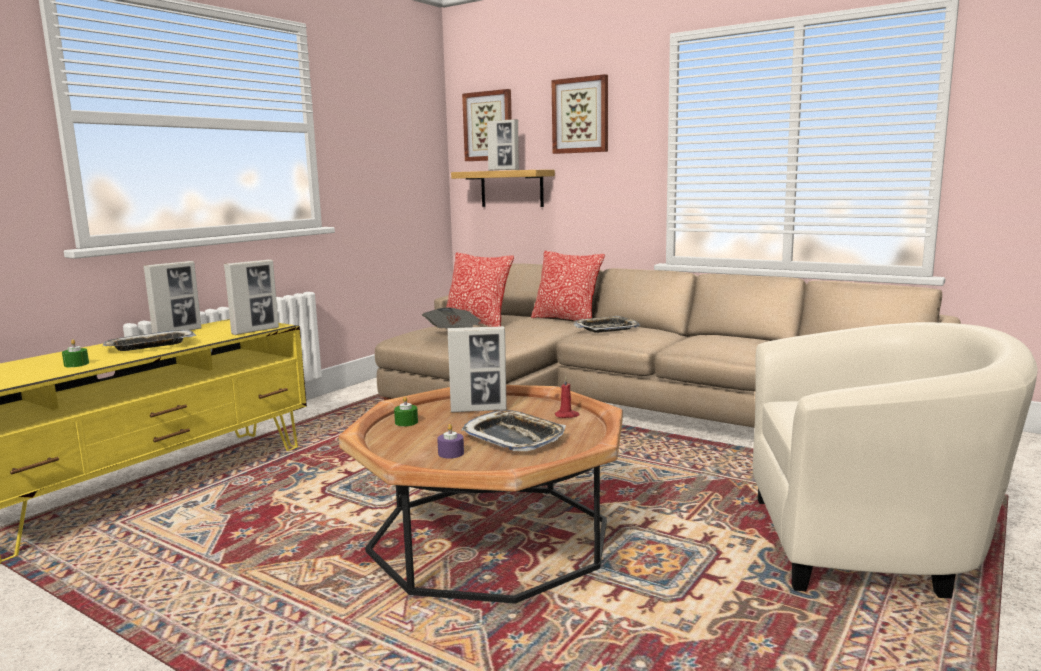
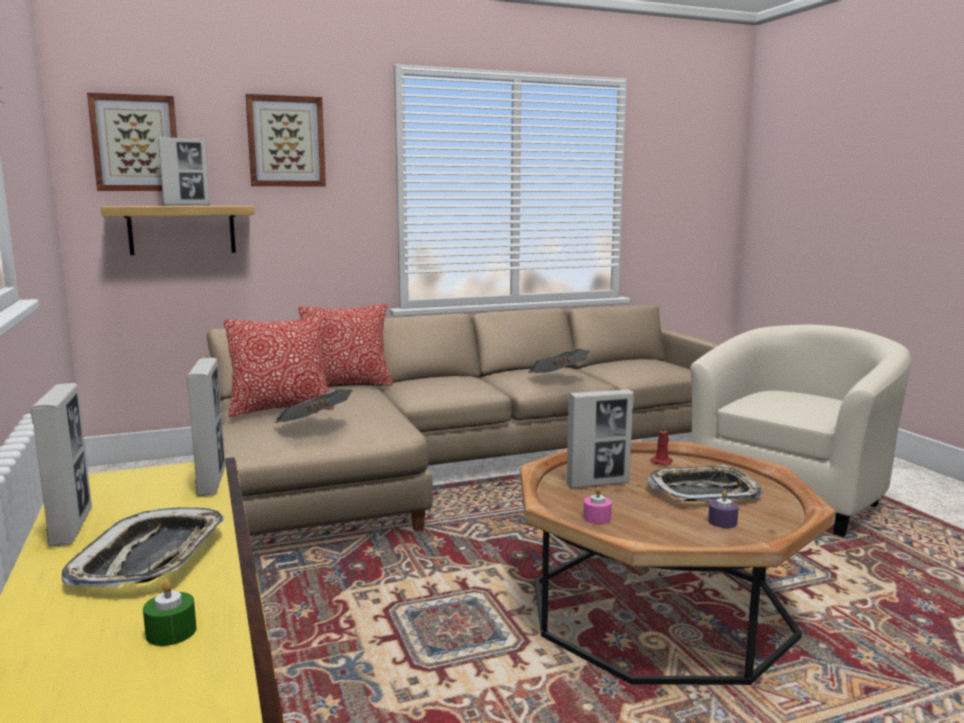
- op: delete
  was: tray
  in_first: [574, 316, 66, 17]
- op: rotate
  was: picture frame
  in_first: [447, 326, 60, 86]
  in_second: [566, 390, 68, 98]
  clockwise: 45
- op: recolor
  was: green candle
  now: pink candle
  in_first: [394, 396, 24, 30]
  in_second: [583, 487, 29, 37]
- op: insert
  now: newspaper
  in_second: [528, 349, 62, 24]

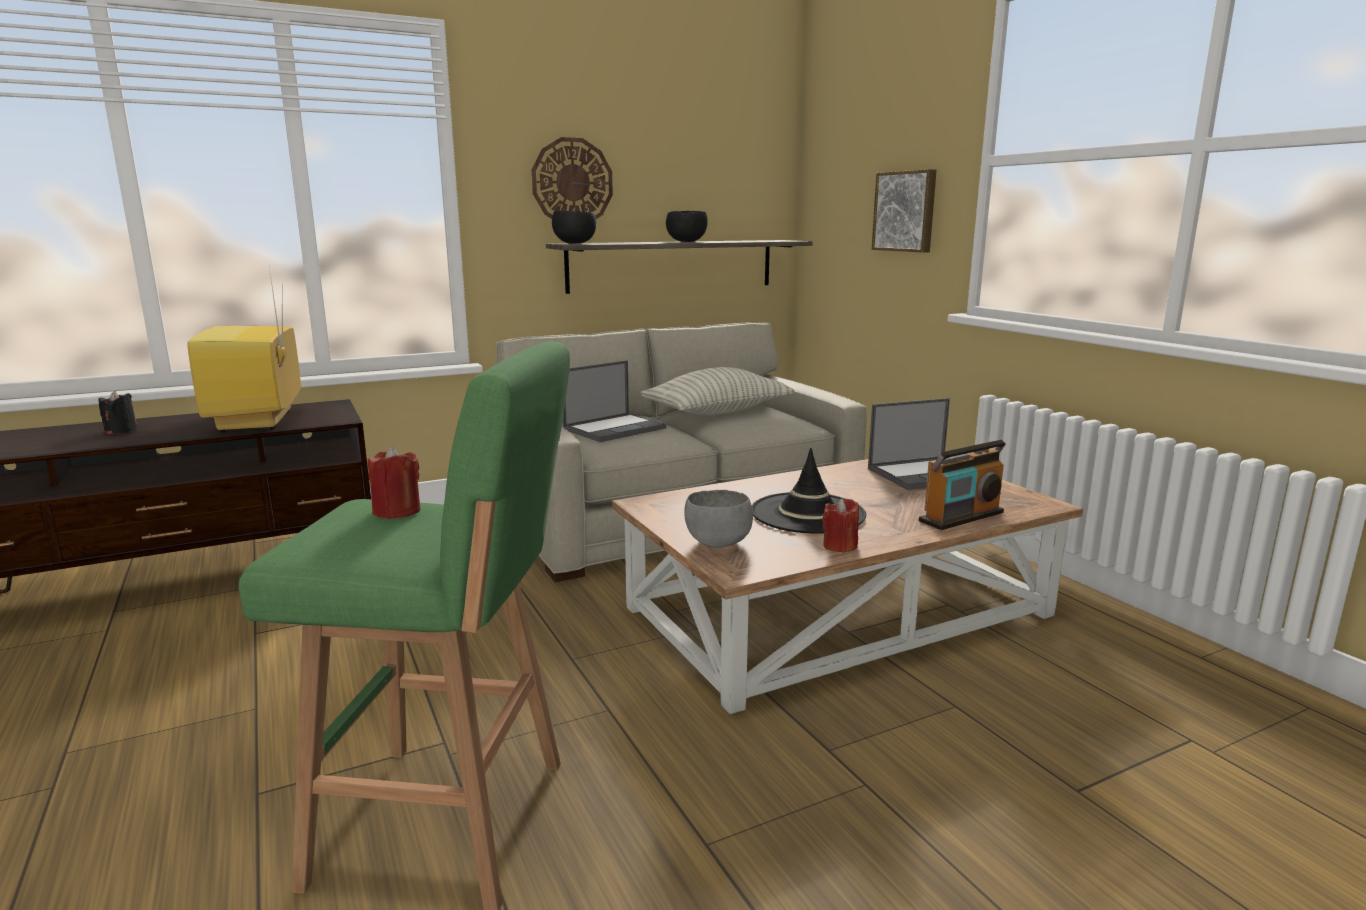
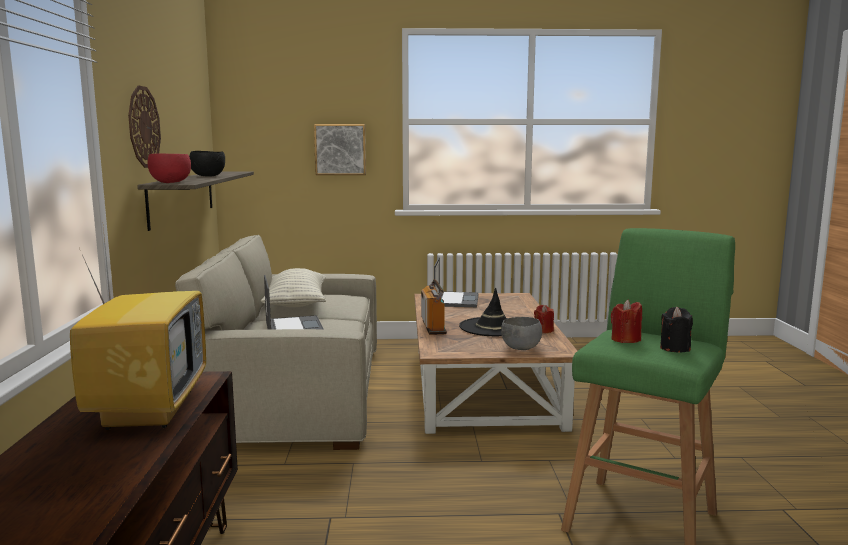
- op: recolor
  was: black bowl
  now: red bowl
  in_first: [552, 210, 44, 33]
  in_second: [148, 153, 43, 30]
- op: rotate
  was: television
  in_first: [187, 267, 114, 166]
  in_second: [70, 228, 136, 202]
  clockwise: -105
- op: move
  was: black candle
  in_first: [99, 391, 39, 43]
  in_second: [660, 307, 33, 45]
- op: move
  was: radio
  in_first: [919, 440, 87, 90]
  in_second: [421, 279, 26, 56]

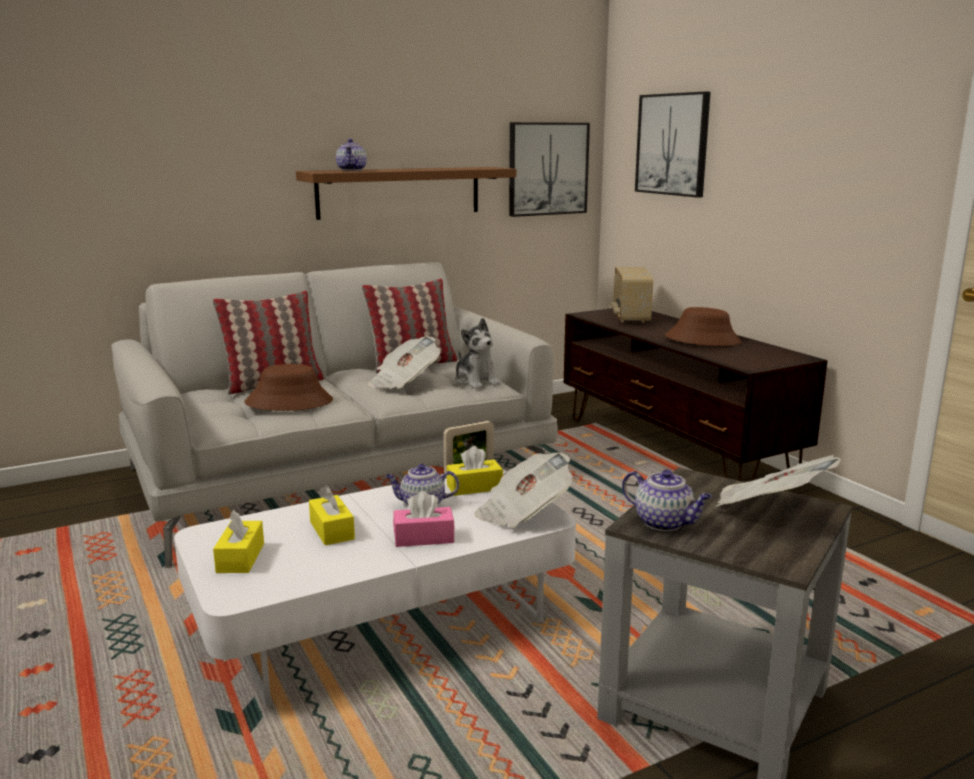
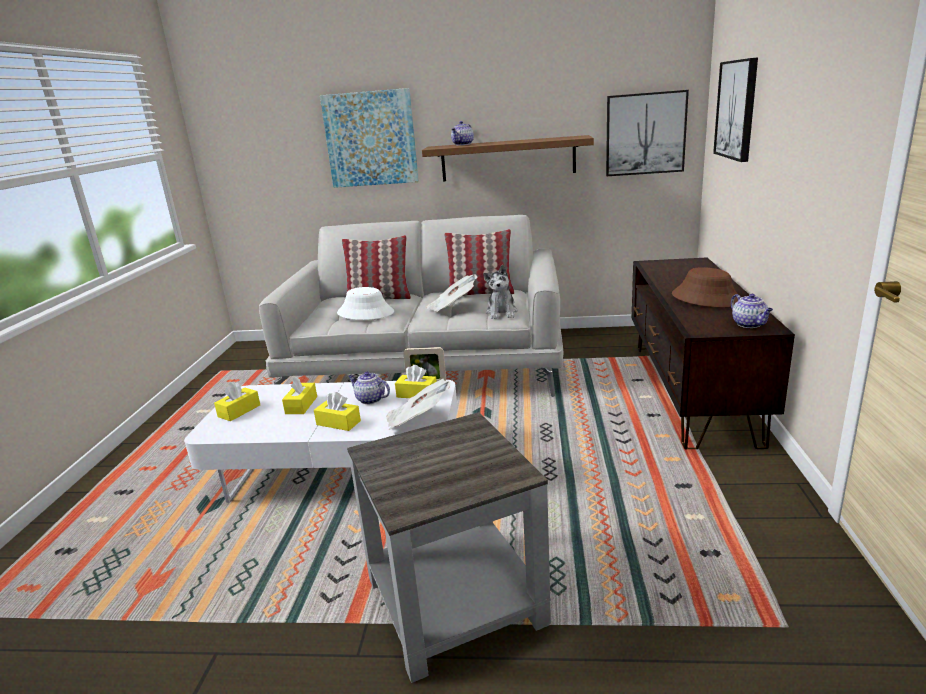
- op: delete
  was: radio
  in_first: [611, 267, 42, 56]
- op: recolor
  was: brown hat
  now: white hat
  in_first: [244, 364, 89, 47]
  in_second: [337, 287, 57, 33]
- op: delete
  was: newspaper
  in_first: [715, 455, 126, 52]
- op: move
  was: teapot
  in_first: [622, 470, 90, 61]
  in_second: [731, 294, 42, 34]
- op: recolor
  was: pink tissue box
  now: yellow tissue box
  in_first: [393, 491, 62, 56]
  in_second: [314, 392, 47, 39]
- op: insert
  now: picture
  in_second: [320, 88, 99, 100]

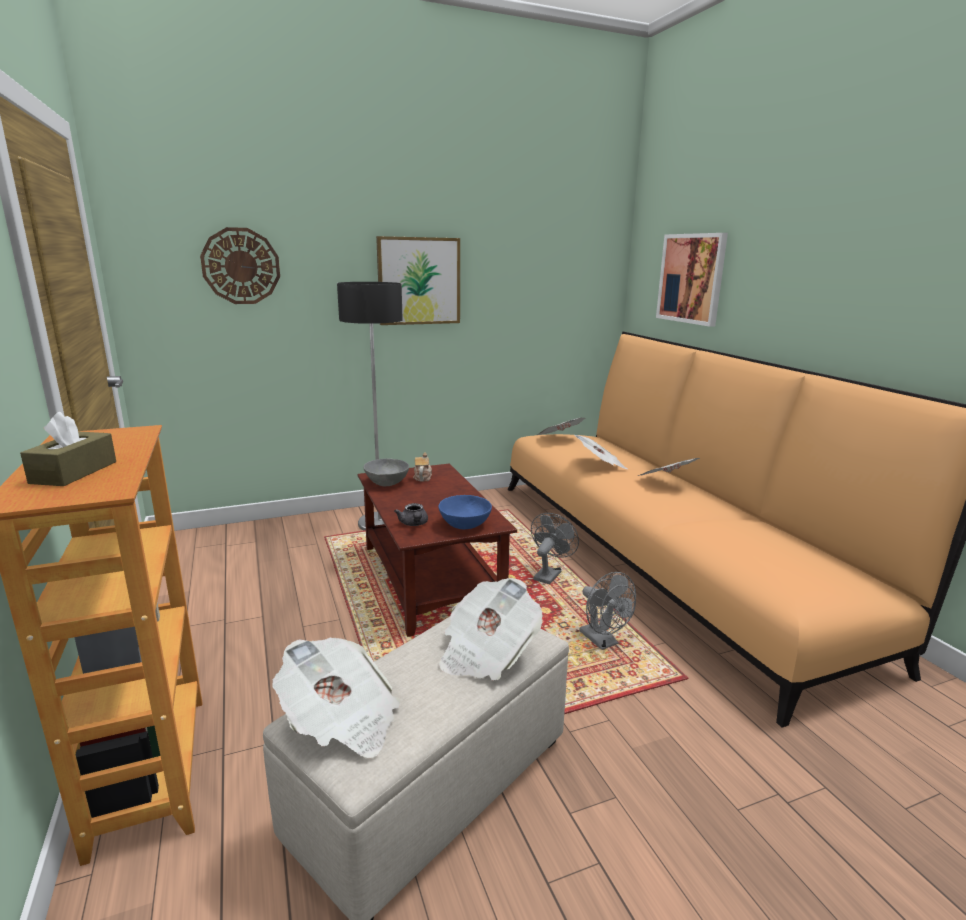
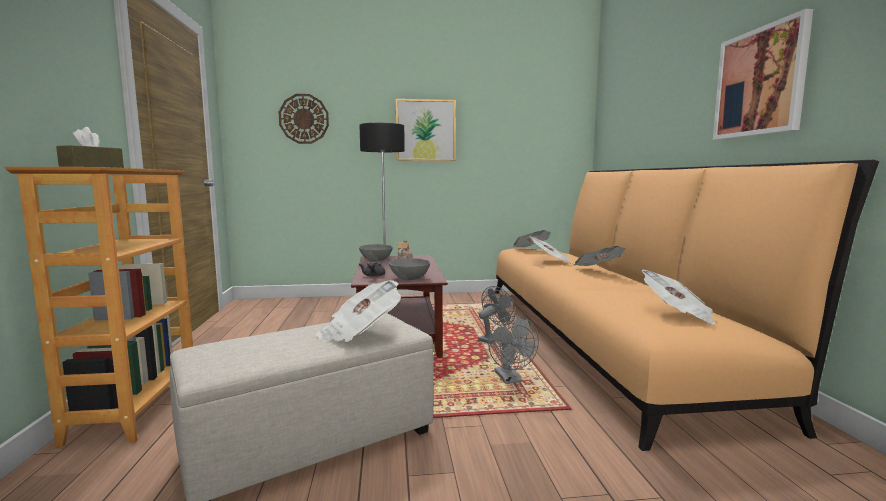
- op: move
  was: picture
  in_first: [656, 233, 72, 94]
  in_second: [713, 9, 100, 131]
- op: recolor
  was: blue bowl
  now: grey bowl
  in_first: [438, 495, 54, 34]
  in_second: [389, 258, 41, 22]
- op: move
  was: newspaper
  in_first: [273, 638, 128, 120]
  in_second: [642, 270, 73, 55]

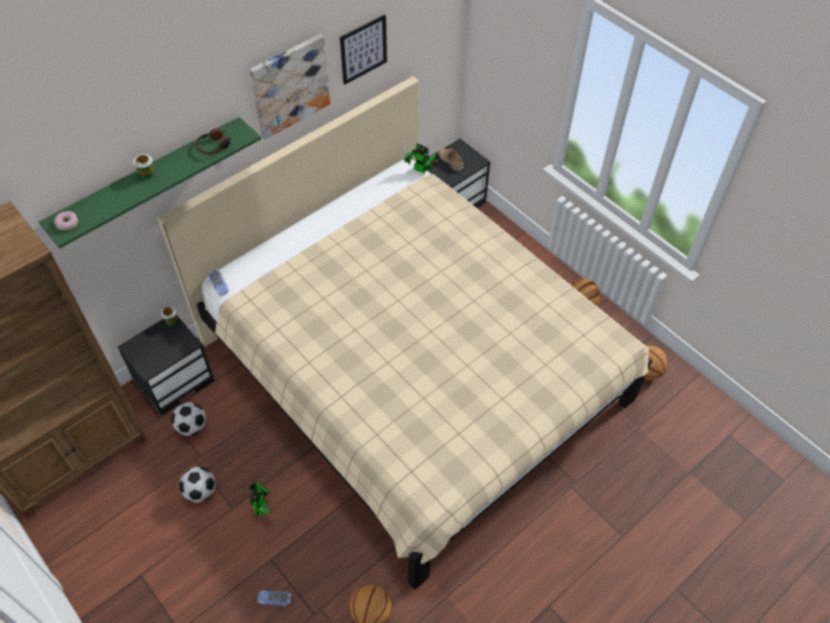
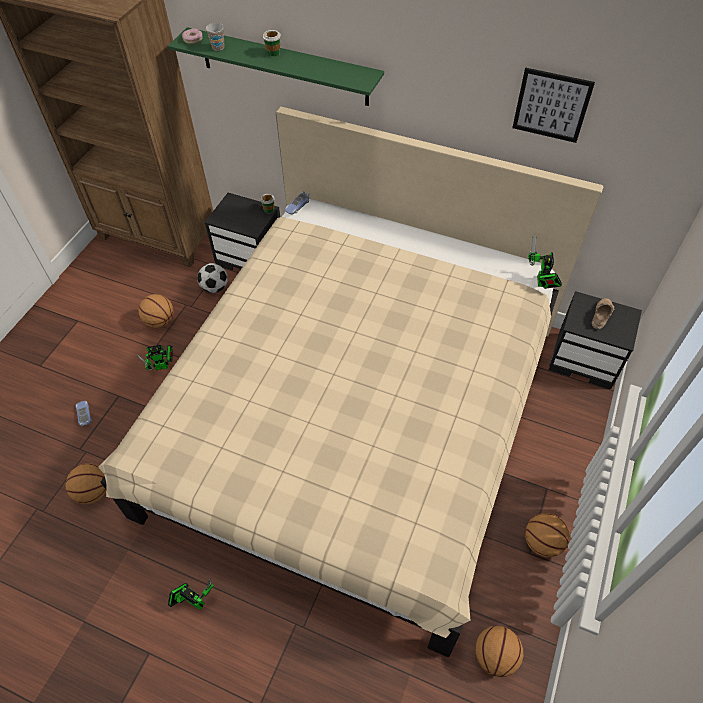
- op: delete
  was: picture
  in_first: [249, 34, 81, 105]
- op: delete
  was: headphones
  in_first: [195, 128, 36, 27]
- op: replace
  was: football
  now: basketball
  in_first: [179, 467, 36, 36]
  in_second: [138, 294, 36, 34]
- op: insert
  now: cup
  in_second: [206, 23, 18, 28]
- op: insert
  now: toy robot
  in_second: [168, 578, 46, 32]

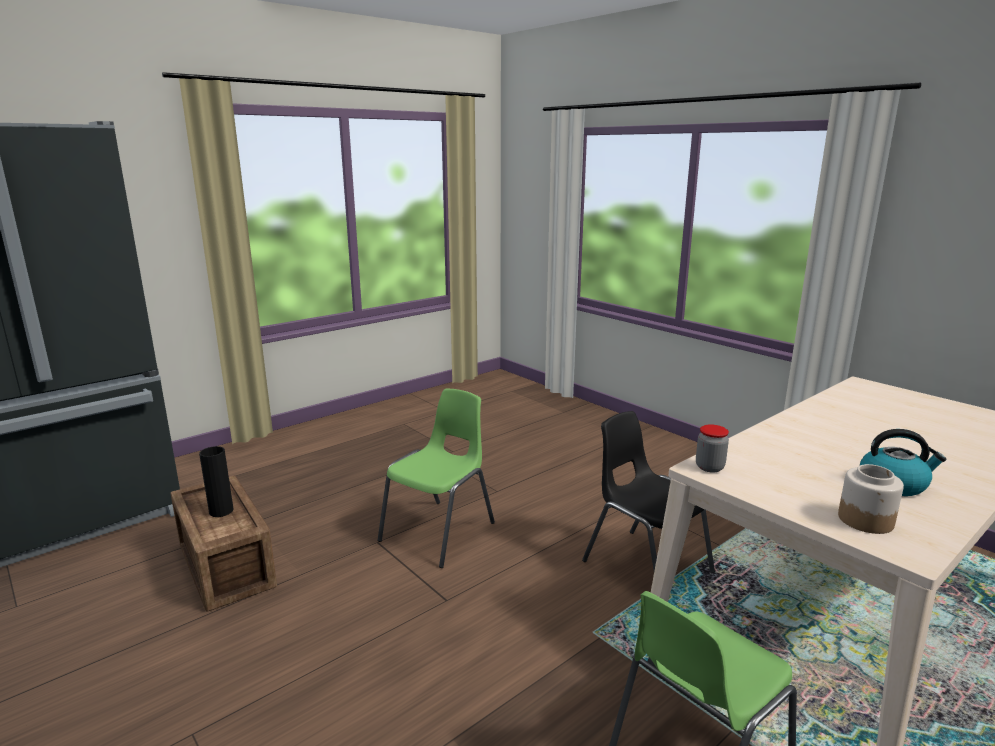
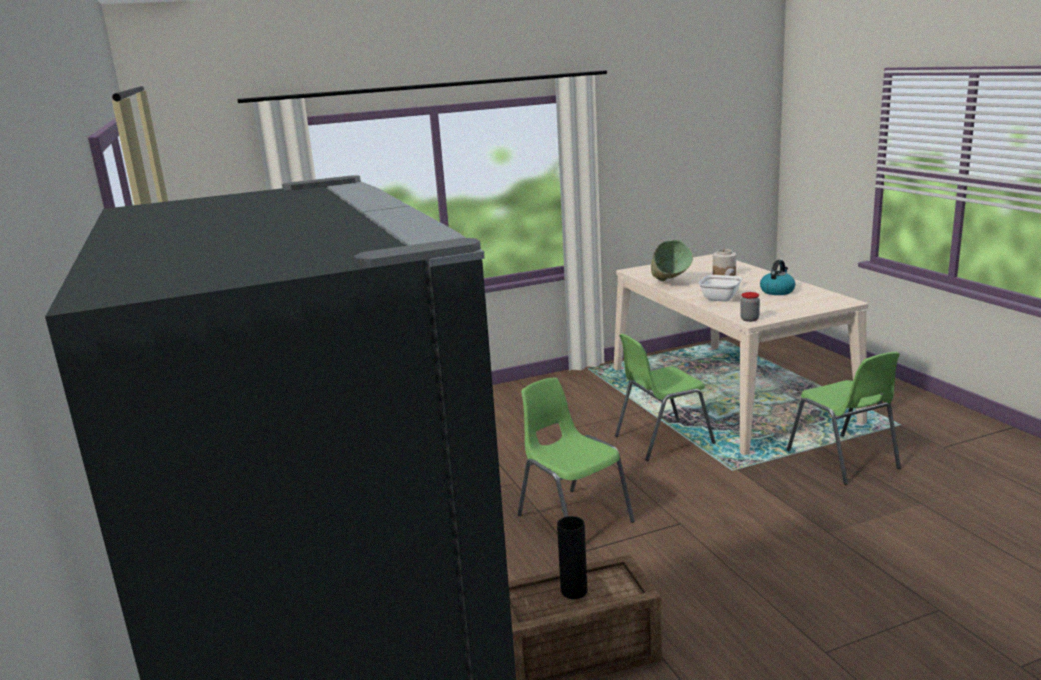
- op: recolor
  was: black chair
  now: green chair
  in_first: [582, 411, 133, 162]
  in_second: [615, 334, 101, 127]
- op: move
  was: jar
  in_first: [838, 464, 66, 70]
  in_second: [713, 249, 23, 27]
- op: insert
  now: green bowl
  in_second: [651, 240, 42, 41]
- op: insert
  now: frying pan
  in_second: [699, 268, 43, 34]

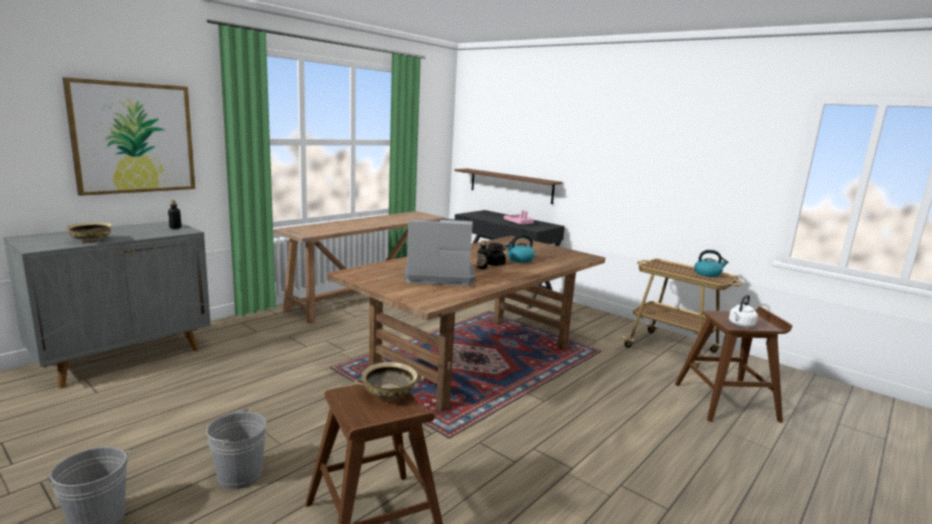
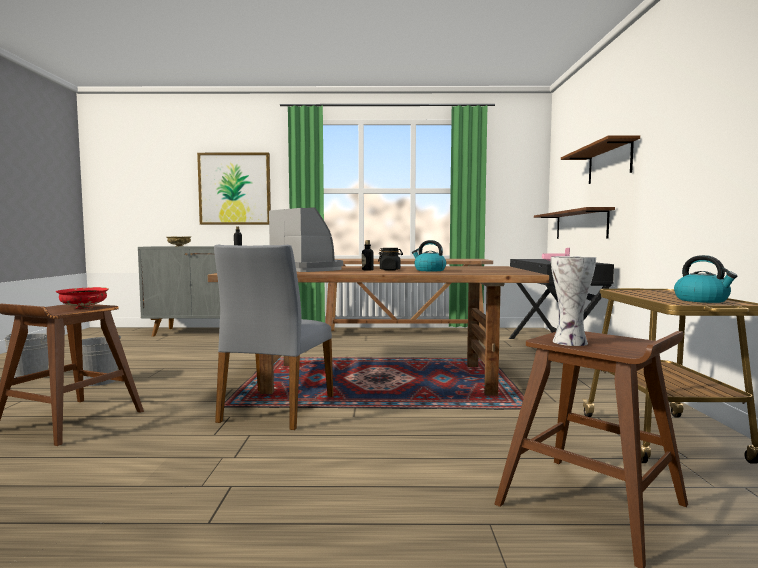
- op: replace
  was: white kettle
  now: vase
  in_first: [729, 295, 29, 32]
  in_second: [551, 256, 45, 90]
- op: recolor
  was: beige bowl
  now: red bowl
  in_first: [355, 362, 69, 37]
  in_second: [56, 287, 53, 22]
- op: insert
  now: brown shelf
  in_second: [561, 136, 79, 48]
- op: insert
  now: grey chair
  in_second: [214, 245, 119, 185]

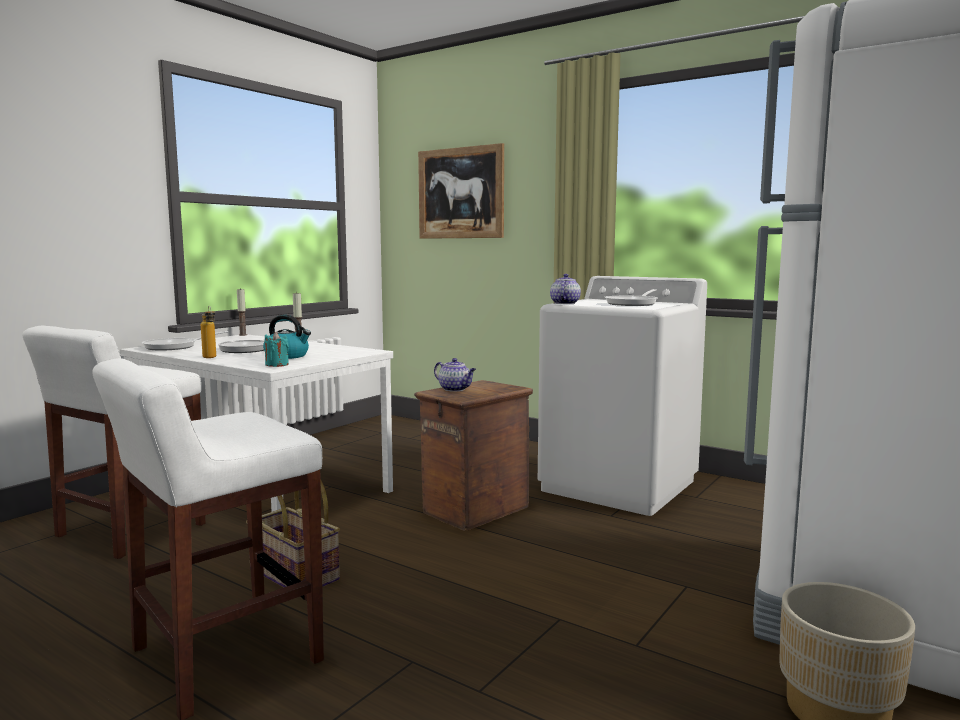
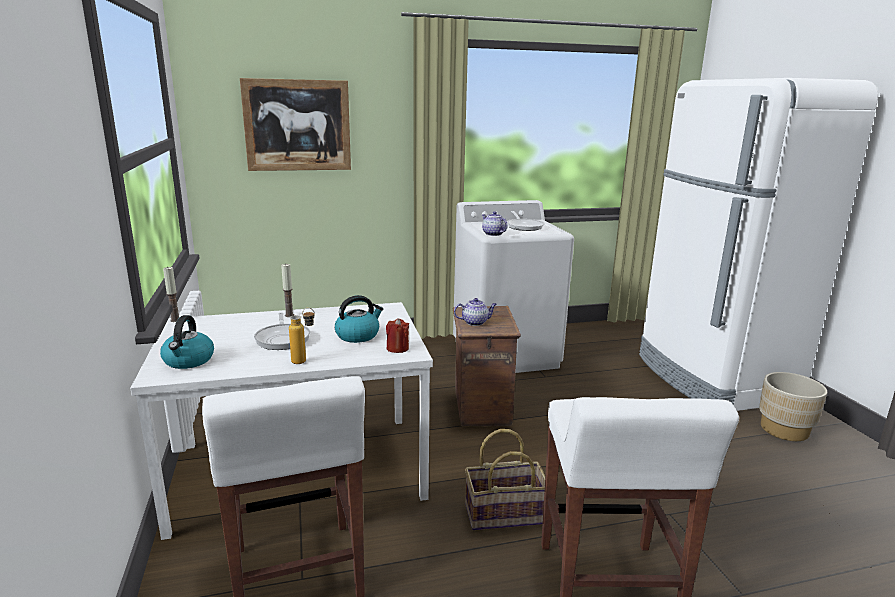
- op: replace
  was: frying pan
  now: kettle
  in_first: [142, 331, 86, 20]
  in_second: [160, 315, 54, 54]
- op: recolor
  was: turquoise candle
  now: red candle
  in_first: [265, 332, 24, 35]
  in_second: [386, 318, 23, 35]

